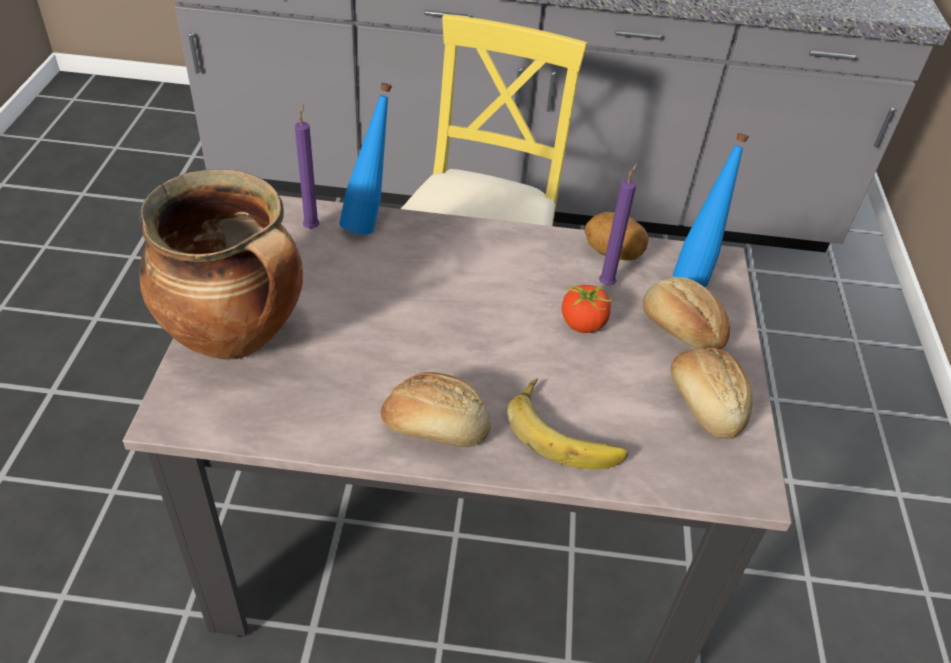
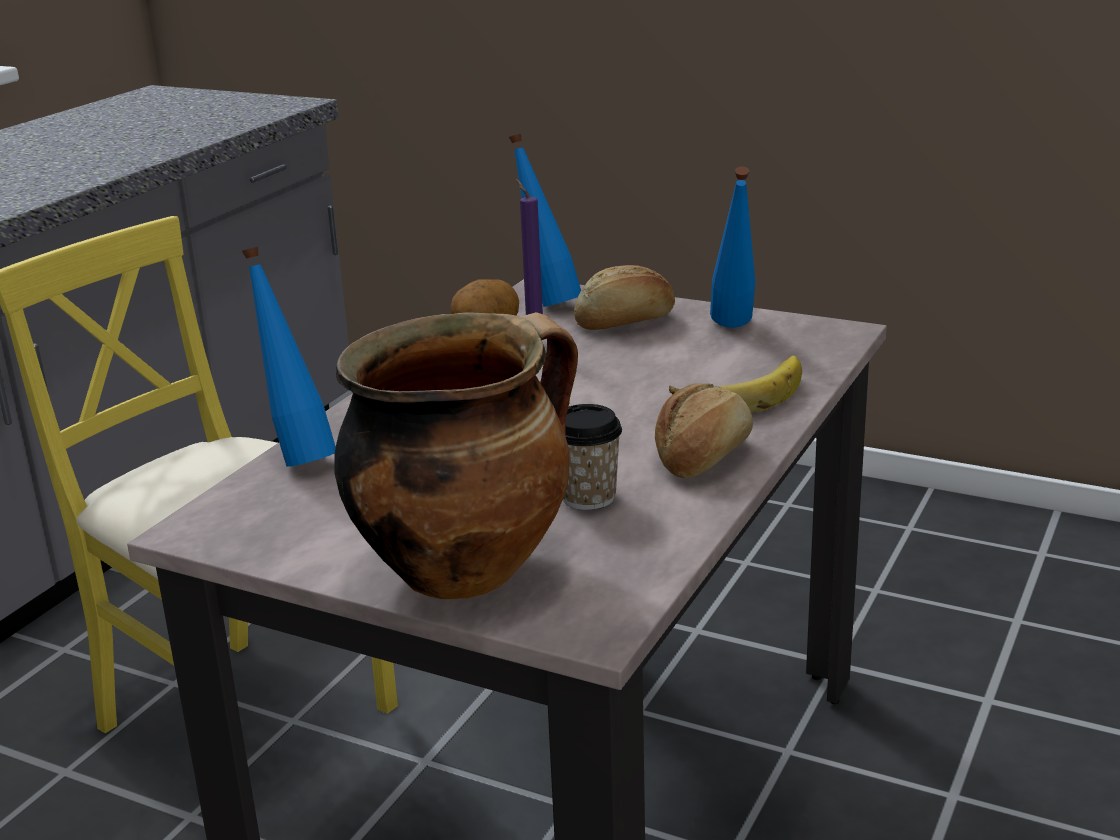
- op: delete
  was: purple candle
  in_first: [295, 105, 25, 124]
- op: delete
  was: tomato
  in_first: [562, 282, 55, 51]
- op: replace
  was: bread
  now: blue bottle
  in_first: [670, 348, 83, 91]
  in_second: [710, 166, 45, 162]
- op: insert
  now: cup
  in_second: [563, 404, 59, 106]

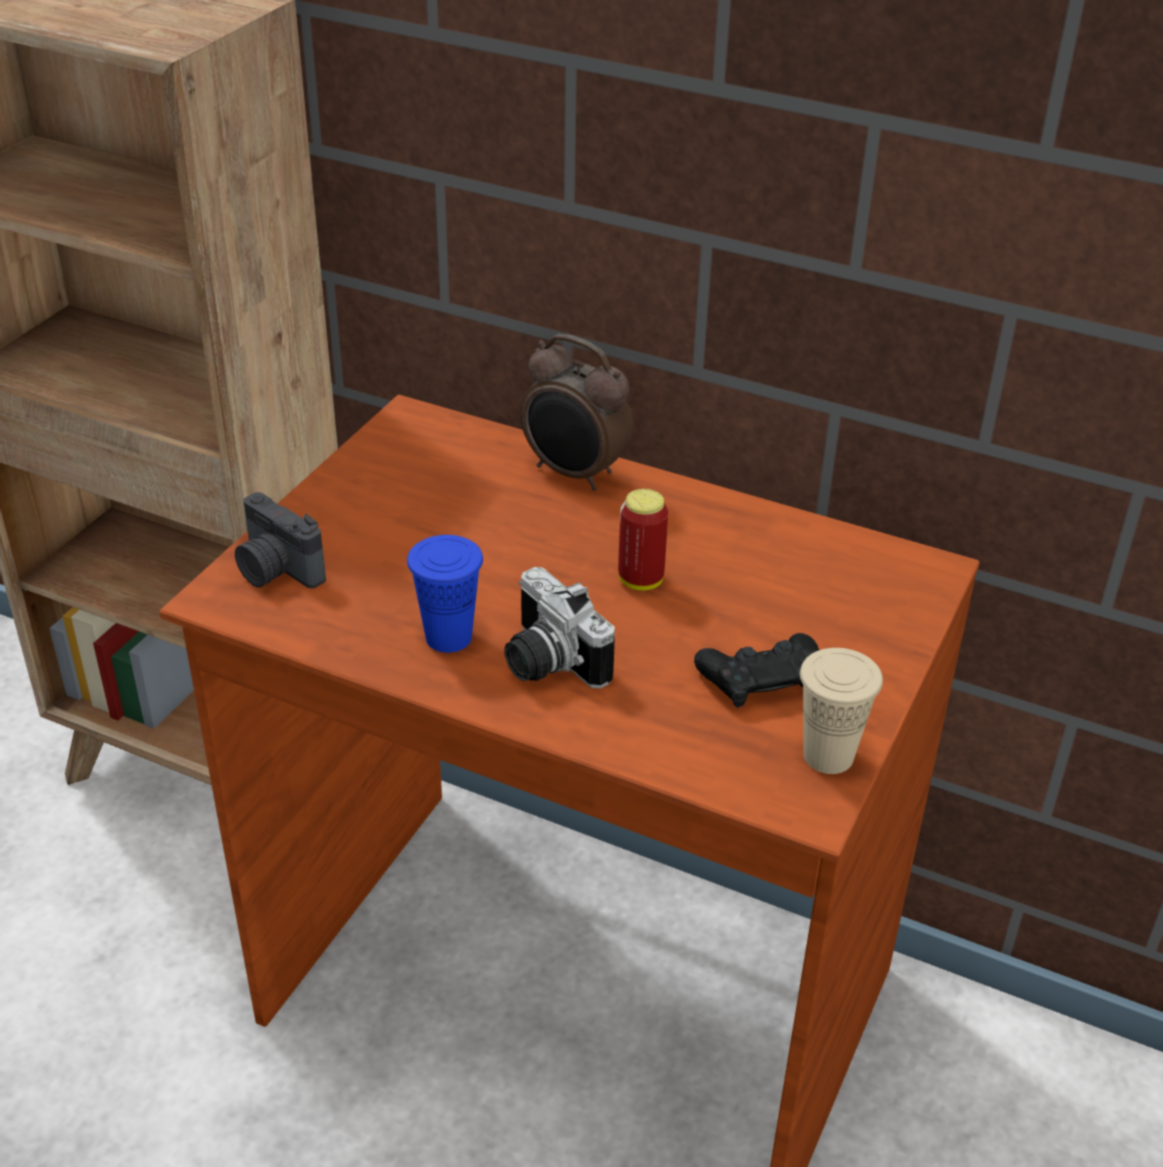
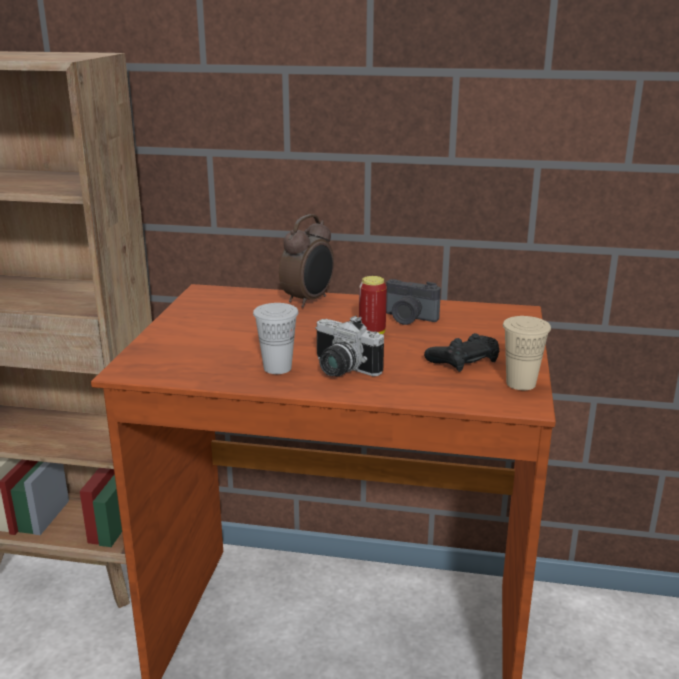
- op: rotate
  was: alarm clock
  in_first: [520, 334, 113, 157]
  in_second: [279, 214, 55, 94]
  clockwise: -75
- op: move
  was: photo camera
  in_first: [235, 492, 91, 96]
  in_second: [386, 279, 55, 46]
- op: recolor
  was: blue cup
  now: white cup
  in_first: [407, 535, 76, 118]
  in_second: [253, 303, 46, 71]

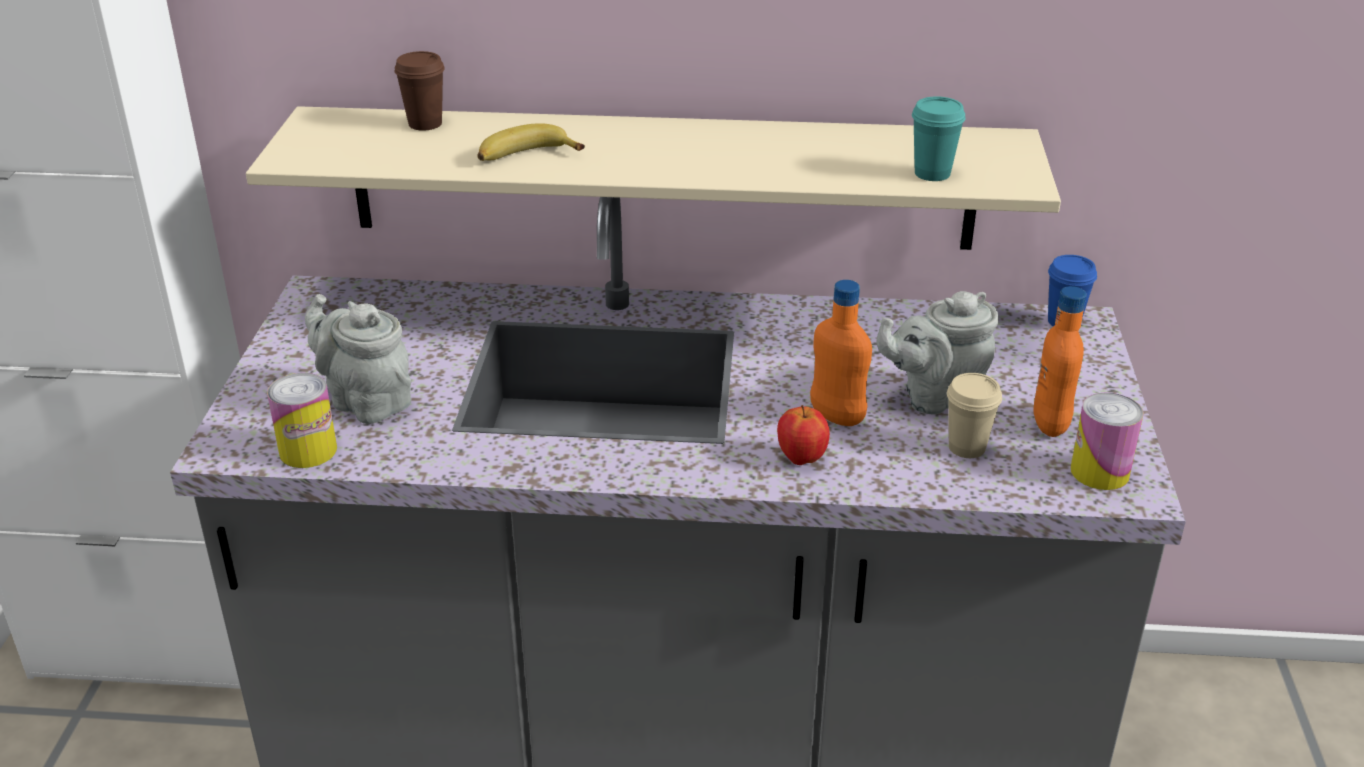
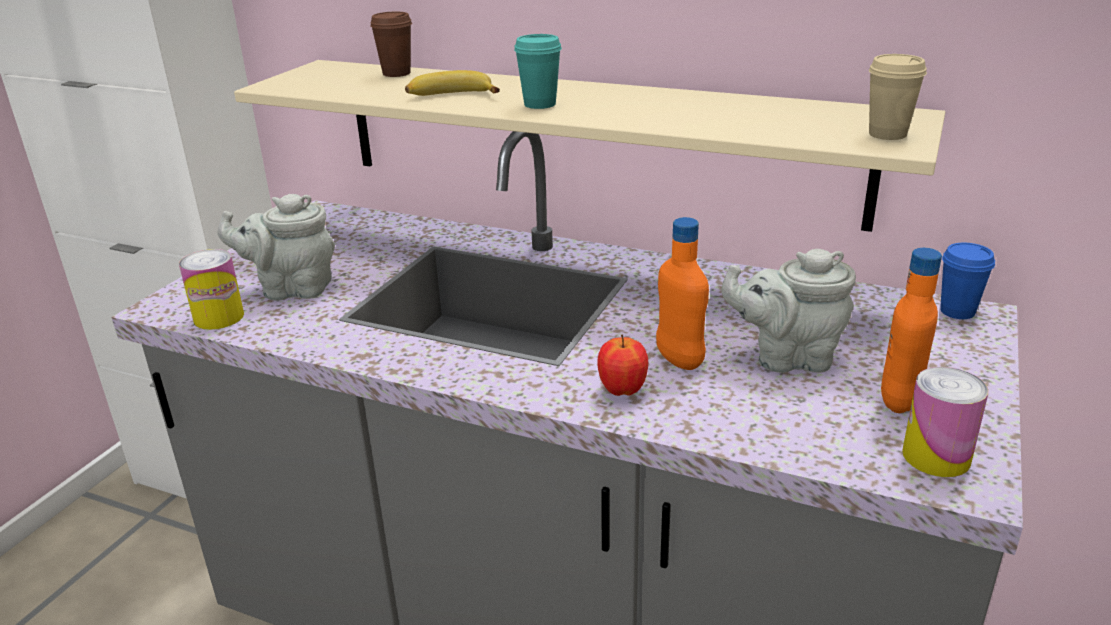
- op: move
  was: turquoise cup
  in_first: [912, 96, 54, 85]
  in_second: [514, 34, 48, 75]
- op: rotate
  was: grey teapot
  in_first: [305, 294, 106, 130]
  in_second: [218, 194, 117, 107]
  clockwise: -60
- op: move
  was: beige cup
  in_first: [947, 373, 55, 85]
  in_second: [869, 54, 58, 86]

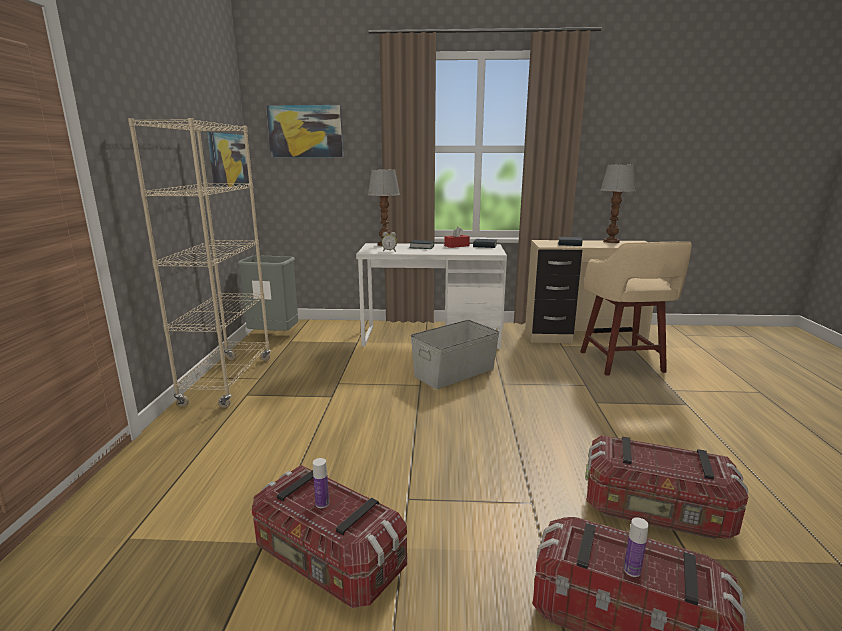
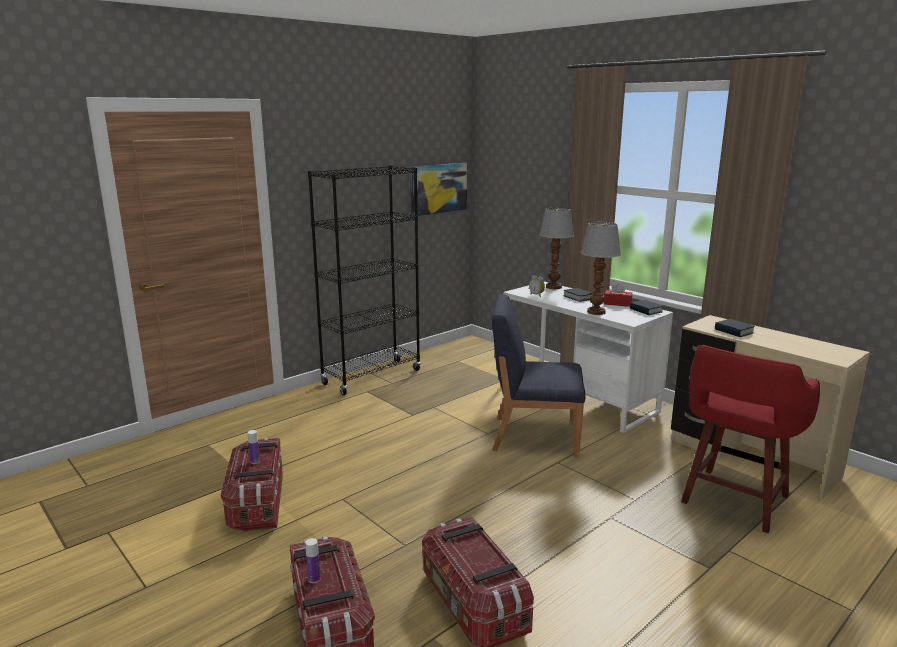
- op: delete
  was: picture
  in_first: [266, 105, 77, 53]
- op: recolor
  was: beige bookcase
  now: black bookcase
  in_first: [128, 118, 143, 290]
  in_second: [308, 165, 113, 230]
- op: move
  was: table lamp
  in_first: [600, 164, 35, 79]
  in_second: [581, 222, 40, 93]
- op: recolor
  was: beige stool
  now: red stool
  in_first: [580, 242, 112, 134]
  in_second: [681, 345, 139, 188]
- op: delete
  was: grey trash can
  in_first: [238, 256, 60, 75]
- op: replace
  was: grey storage box
  now: blue chair
  in_first: [411, 320, 88, 69]
  in_second: [492, 294, 94, 162]

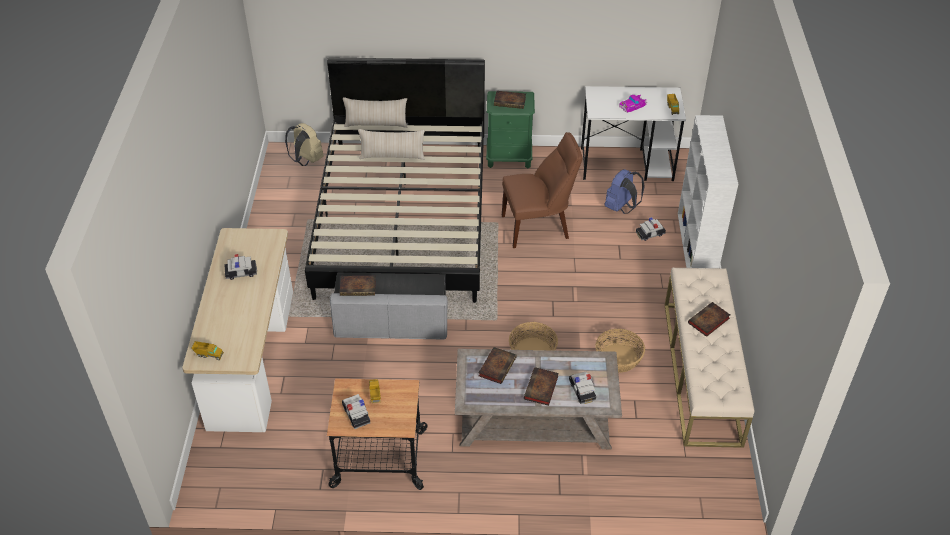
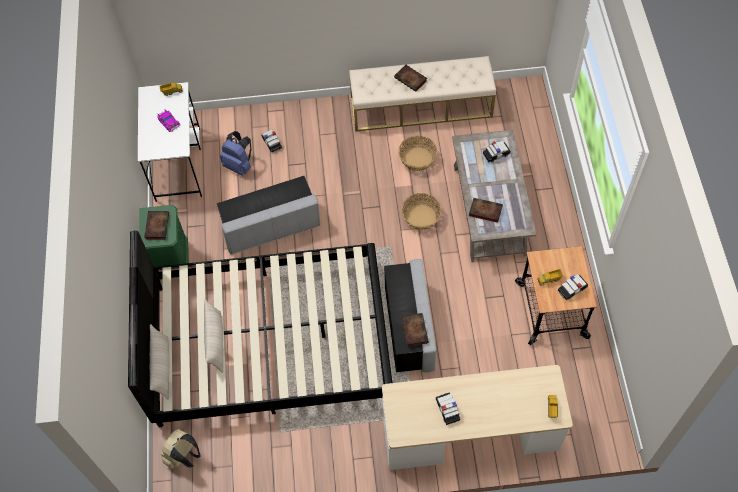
- op: delete
  was: white bookcase
  in_first: [678, 115, 60, 153]
- op: replace
  was: brown chair
  now: grey ottoman
  in_first: [502, 132, 80, 116]
  in_second: [217, 176, 103, 78]
- op: delete
  was: book
  in_first: [524, 367, 35, 39]

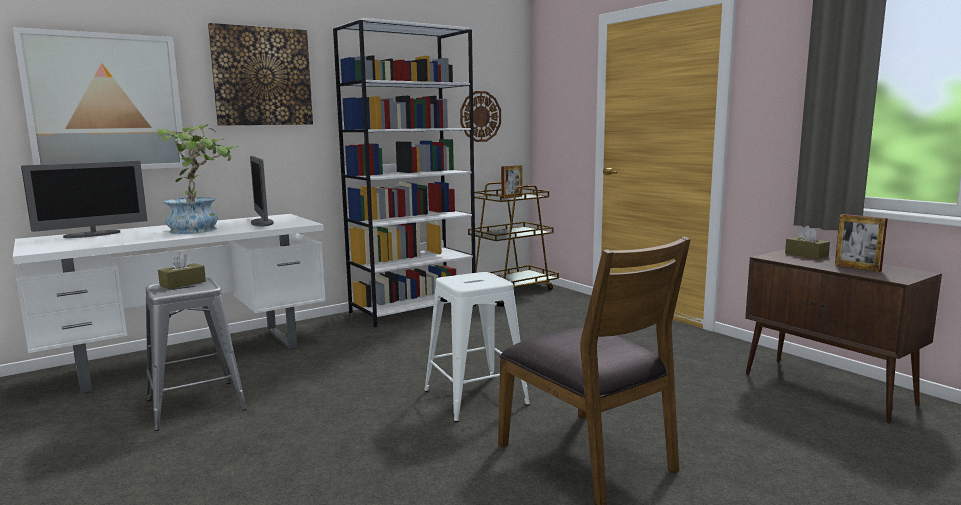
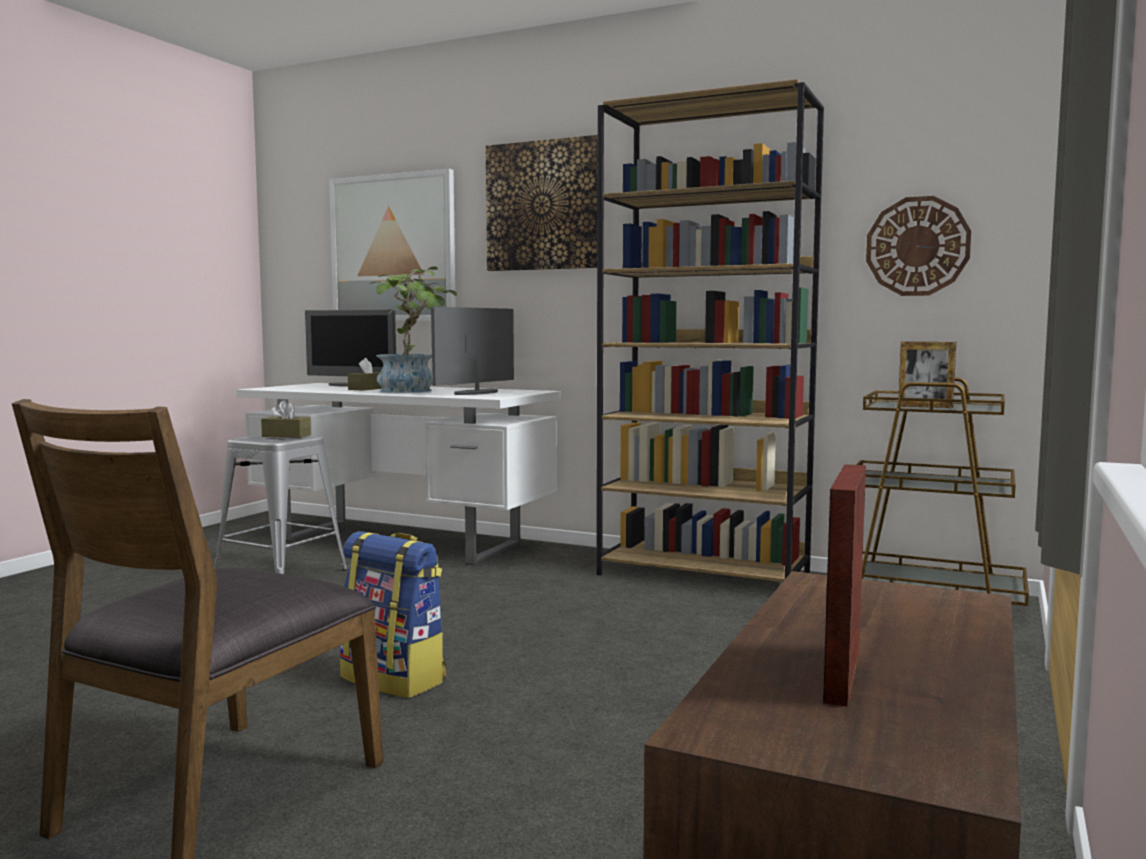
- op: recolor
  was: white bookcase
  now: brown bookcase
  in_first: [333, 18, 143, 309]
  in_second: [596, 79, 228, 503]
- op: move
  was: brown tissue box
  in_first: [785, 226, 45, 33]
  in_second: [348, 358, 34, 32]
- op: replace
  was: white stool
  now: backpack
  in_first: [424, 272, 106, 150]
  in_second: [339, 531, 107, 167]

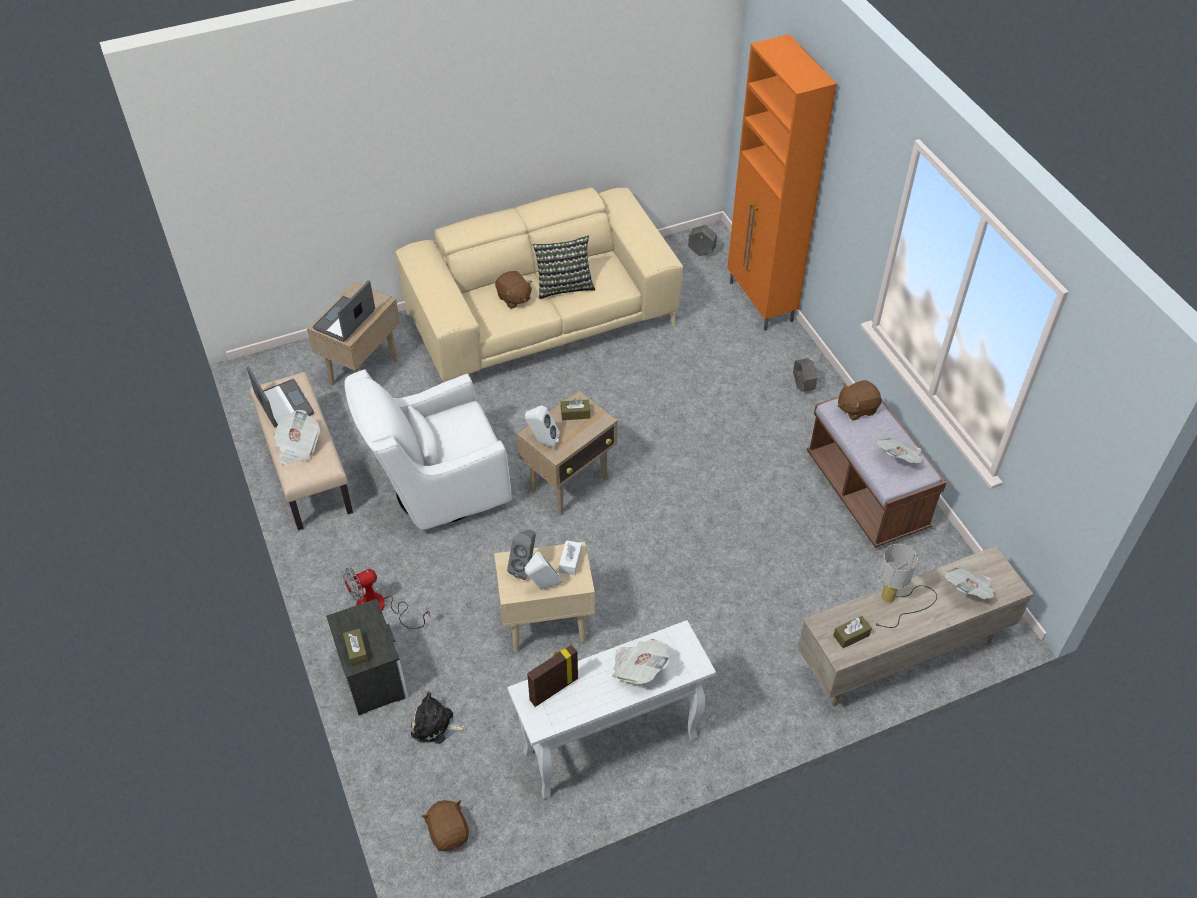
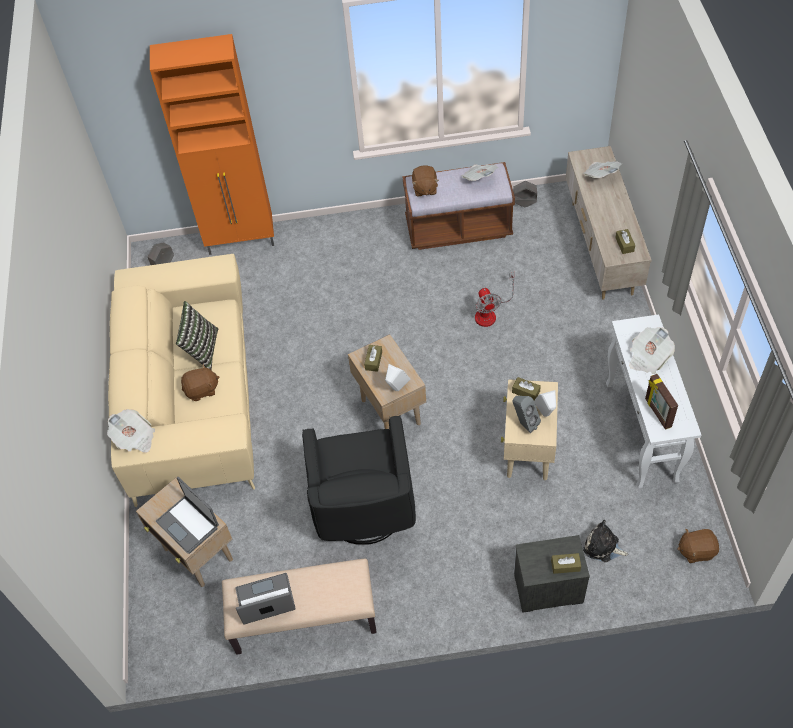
- op: move
  was: grey planter
  in_first: [793, 358, 24, 34]
  in_second: [513, 181, 24, 27]
- op: recolor
  was: white armchair
  now: black armchair
  in_first: [344, 369, 168, 161]
  in_second: [302, 416, 114, 129]
- op: move
  was: newspaper
  in_first: [273, 410, 47, 54]
  in_second: [107, 409, 48, 44]
- op: recolor
  was: white tissue box
  now: brown tissue box
  in_first: [559, 540, 23, 35]
  in_second: [512, 377, 29, 23]
- op: delete
  was: table lamp
  in_first: [875, 544, 62, 84]
- op: move
  was: fan
  in_first: [343, 568, 87, 61]
  in_second: [475, 272, 40, 55]
- op: rotate
  was: plush toy
  in_first: [411, 692, 55, 52]
  in_second: [583, 520, 45, 42]
  clockwise: 90

